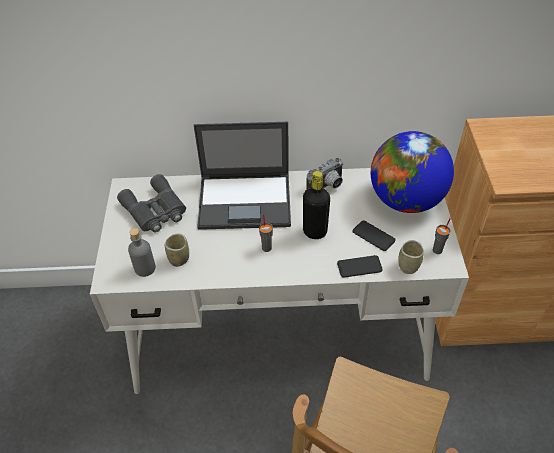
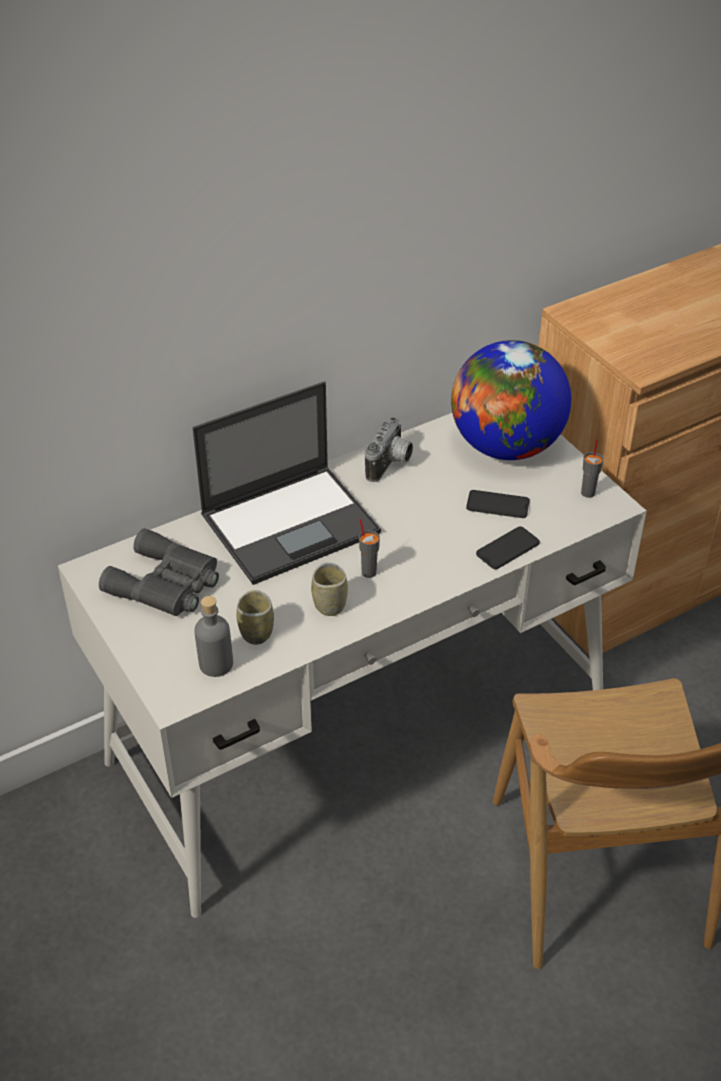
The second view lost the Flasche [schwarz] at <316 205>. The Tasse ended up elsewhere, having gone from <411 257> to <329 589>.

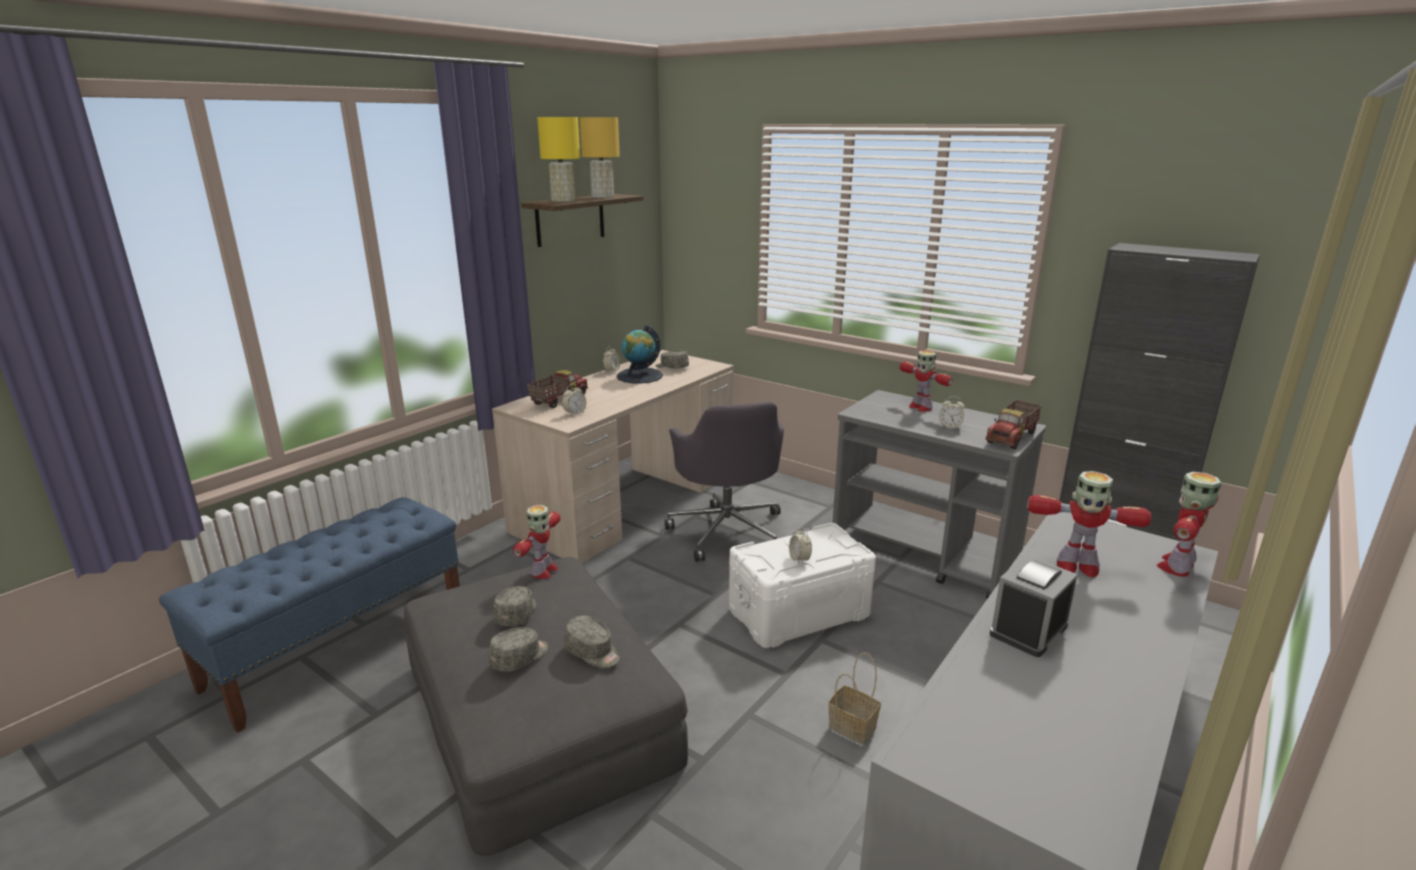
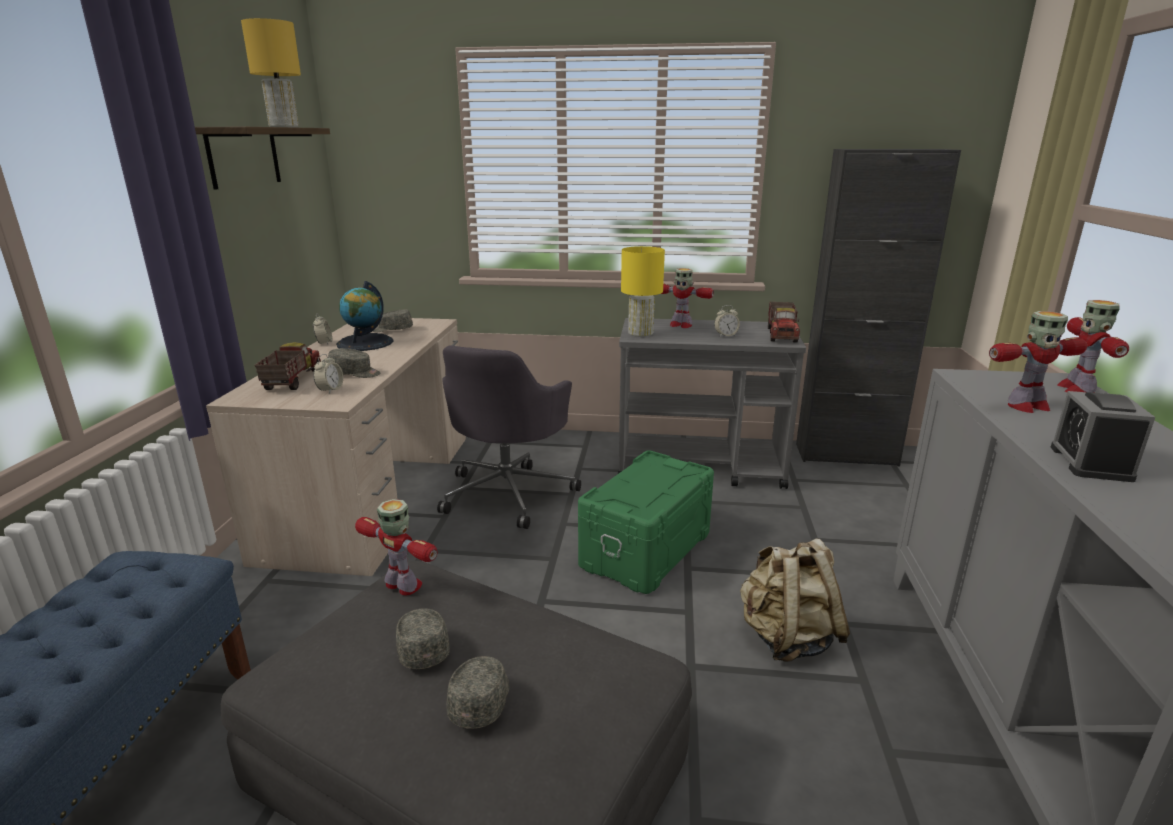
The Spielzeugroboter at <537 542> ended up facing another way, 45 degrees counterclockwise from before. The Tischlampe [gelb] ended up elsewhere, having gone from <558 159> to <643 291>. The Kappe [grau] ended up elsewhere, having gone from <592 642> to <354 363>. The Bürostuhl [grau] at <724 482> ended up facing another way, 60 degrees clockwise from before. What was the Aufbewahrungsbox [weiß] at <802 585> turned into the Aufbewahrungsbox [grün] at <646 522>. The second view lost the Wecker at <800 546>. Where the Korb stood at <854 698>, the Rucksack [beige] came to stand at <795 600>.

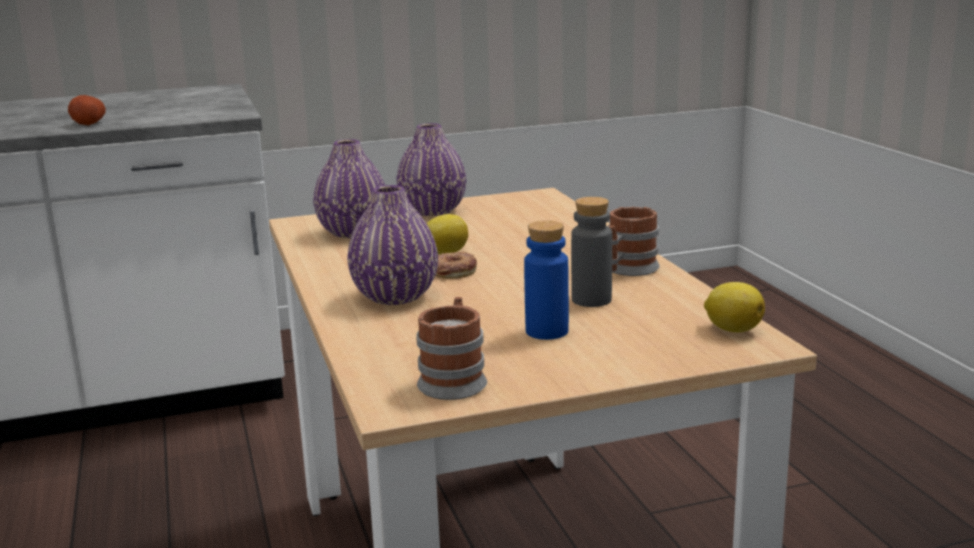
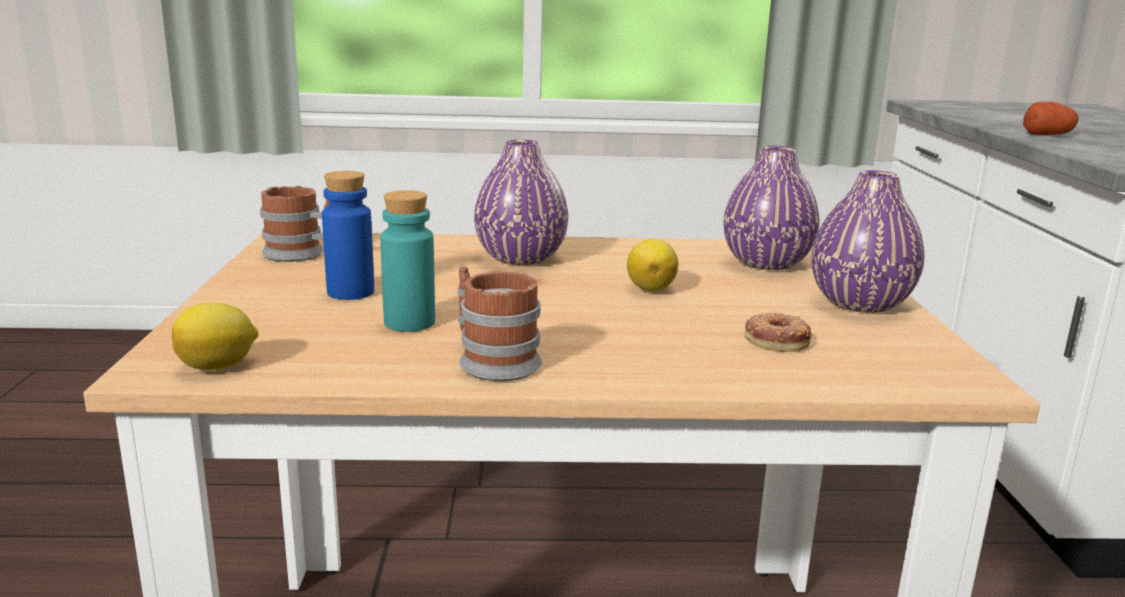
The Donut ended up elsewhere, having gone from <456 265> to <778 332>. What was the Flasche [grau] at <591 252> turned into the Flasche [türkis] at <407 261>.

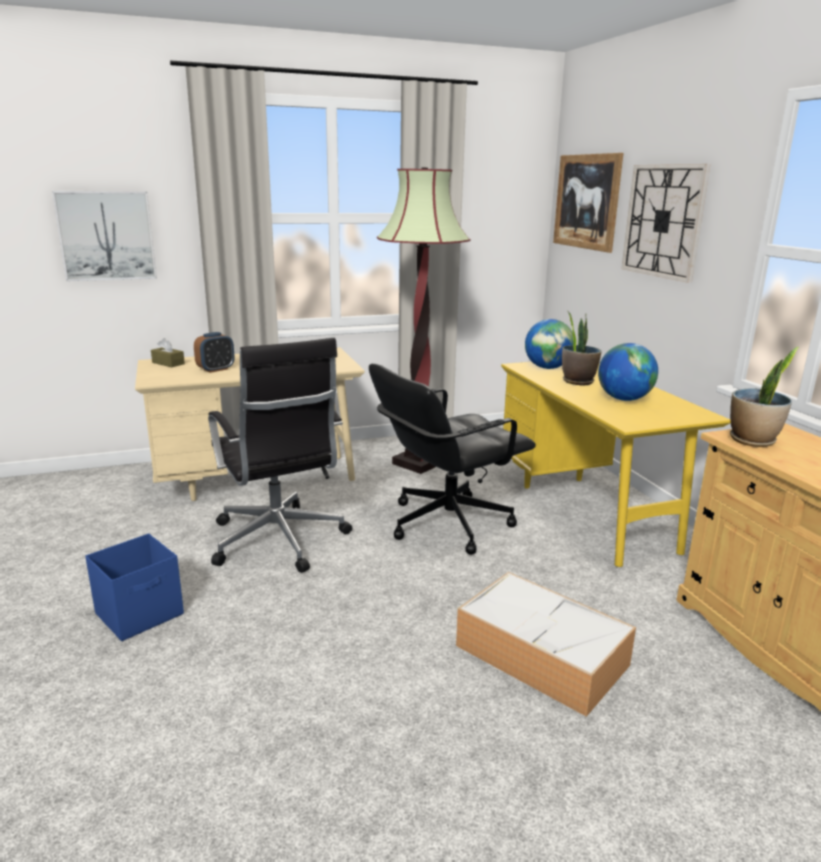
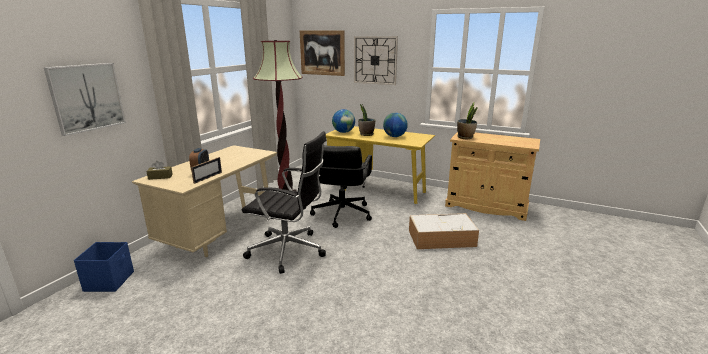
The Aufbewahrungsbox [blau] ended up elsewhere, having gone from <134 587> to <104 267>. The second view gained the Bilderrahmen at <206 170>.

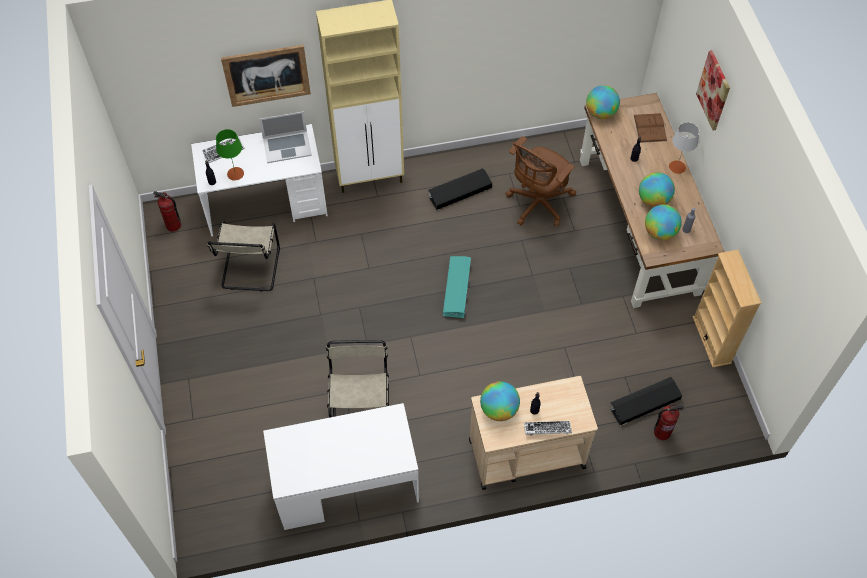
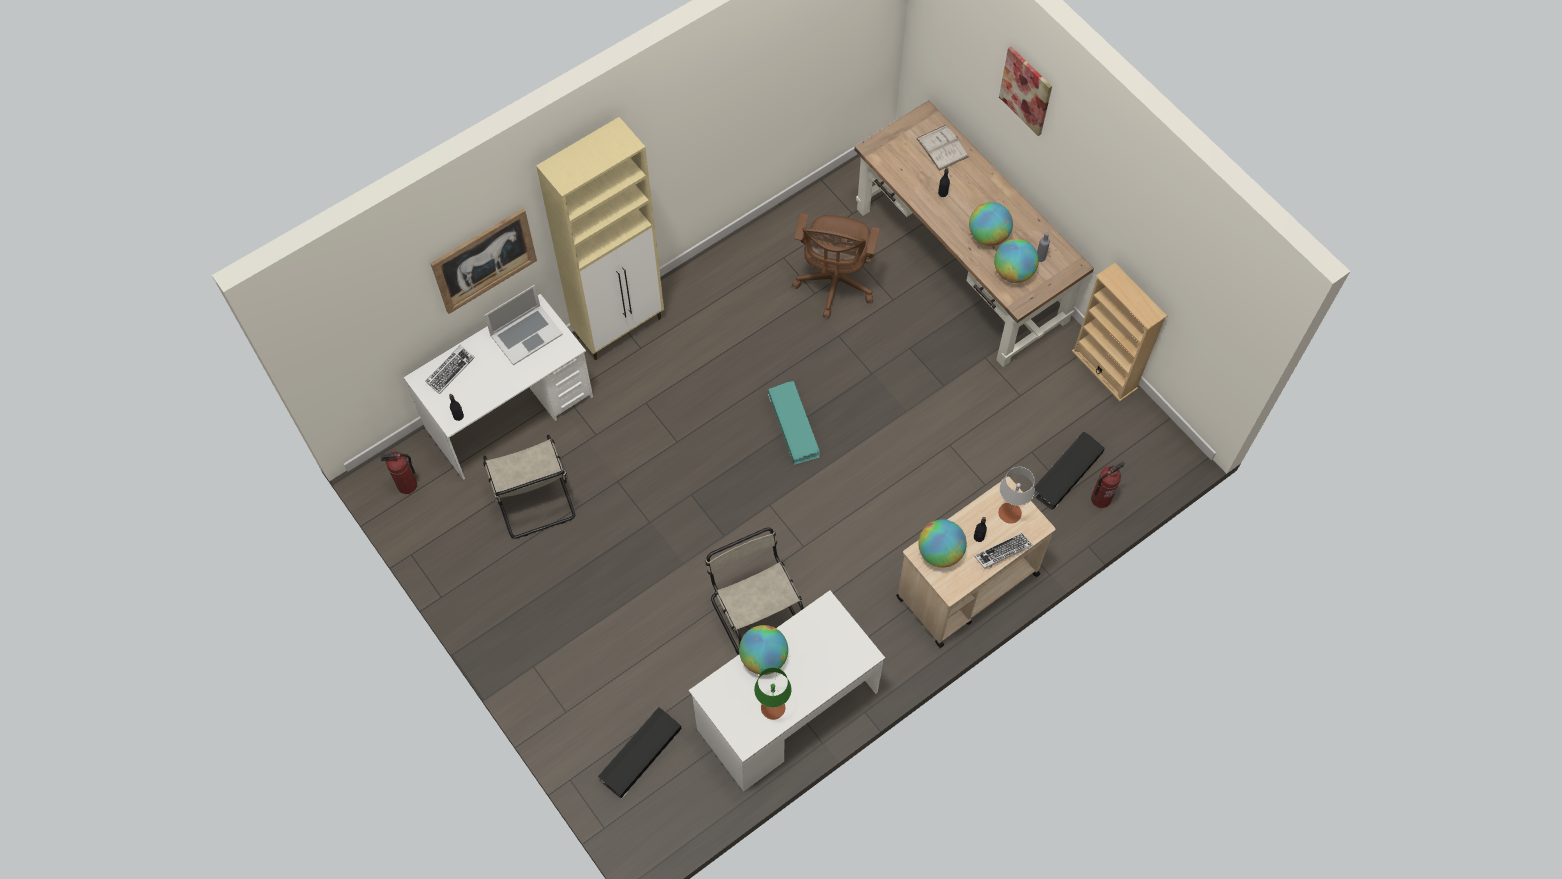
The Tischlampe [grün] ended up elsewhere, having gone from <230 155> to <773 693>. The Aufbewahrungsbox [schwarz] ended up elsewhere, having gone from <460 189> to <639 753>. The Globus ended up elsewhere, having gone from <603 102> to <763 650>. What was the Buch [braun] at <650 128> turned into the Buch [weiß] at <942 148>. The Tischlampe [grau] ended up elsewhere, having gone from <684 148> to <1016 495>.

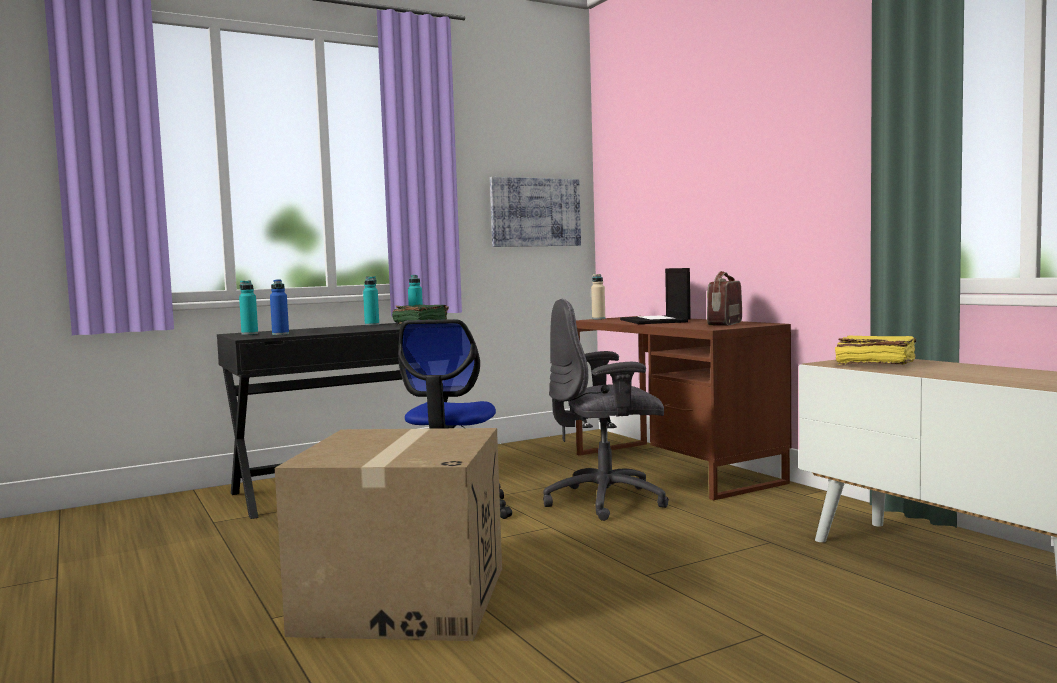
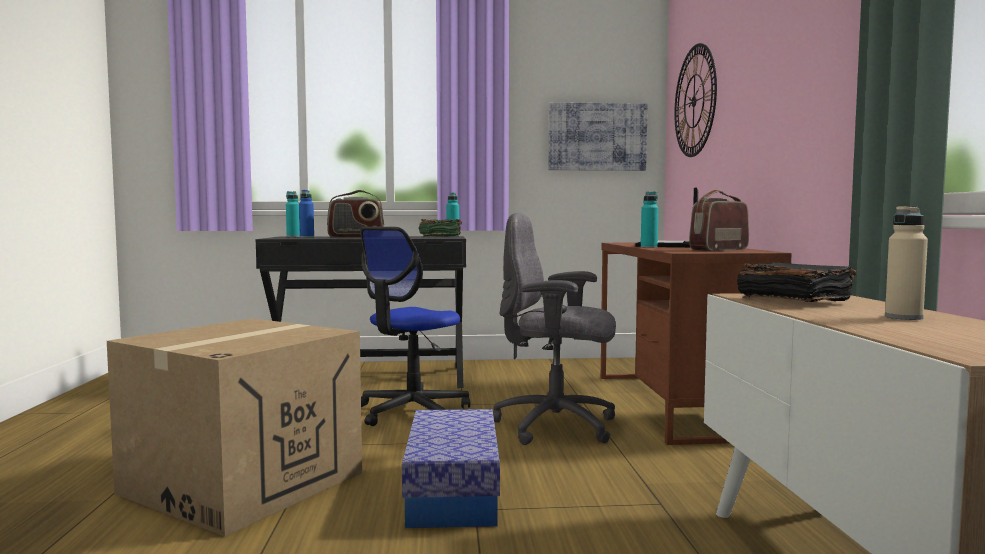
The Flasche [türkis] ended up elsewhere, having gone from <371 300> to <649 219>. The Flasche [beige] ended up elsewhere, having gone from <598 297> to <906 263>. What was the Buch [gelb] at <875 350> turned into the Buch [schwarz] at <797 282>. The second view gained the Radio at <356 214>. The second view gained the Aufbewahrungsbox at <451 468>. The second view gained the Wanduhr at <695 100>.

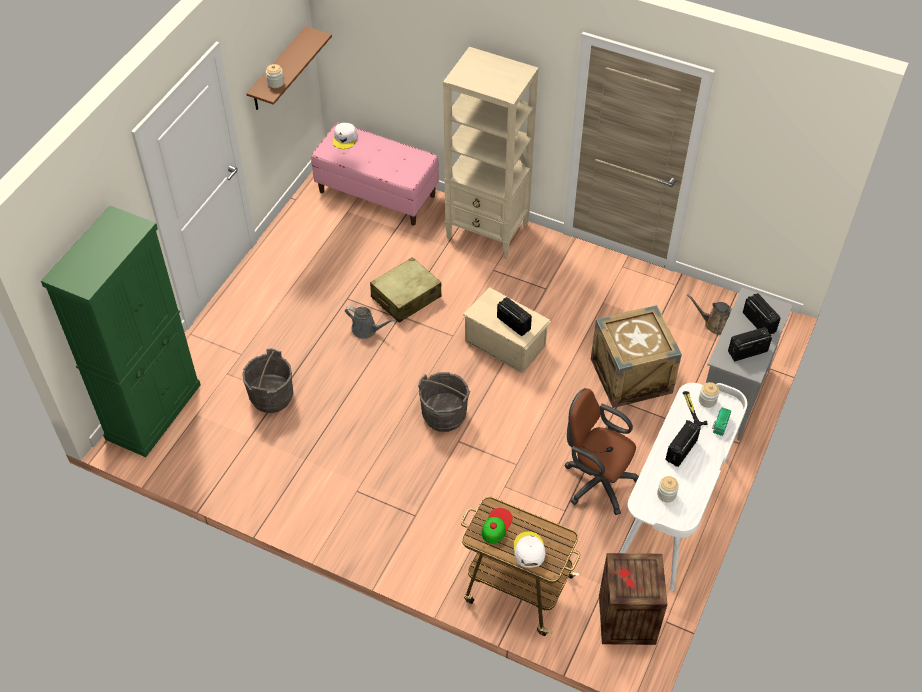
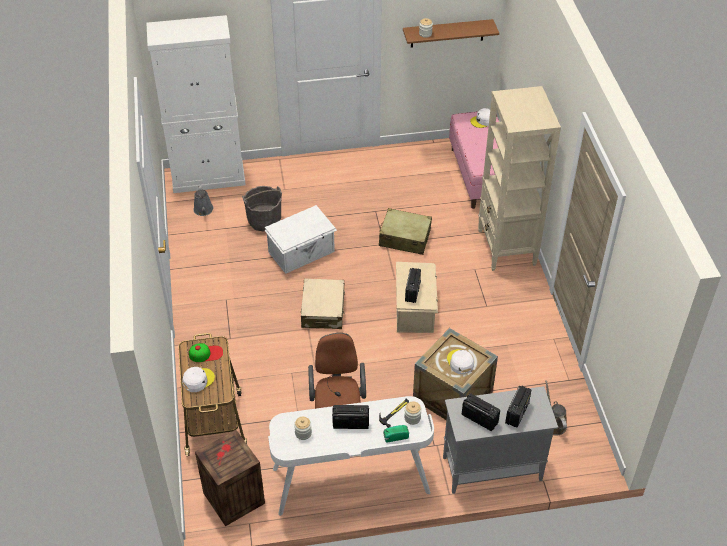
What was the Schrank [grün] at <121 331> turned into the Schrank [weiß] at <196 104>. The Gießkanne [grau] ended up elsewhere, having gone from <370 322> to <203 200>. Where the Eimer [grau] stood at <444 402>, the Koffer [beige] came to stand at <323 304>. The second view gained the Aufbewahrungsbox [weiß] at <300 239>. The second view gained the Kappe [weiß] at <460 361>.

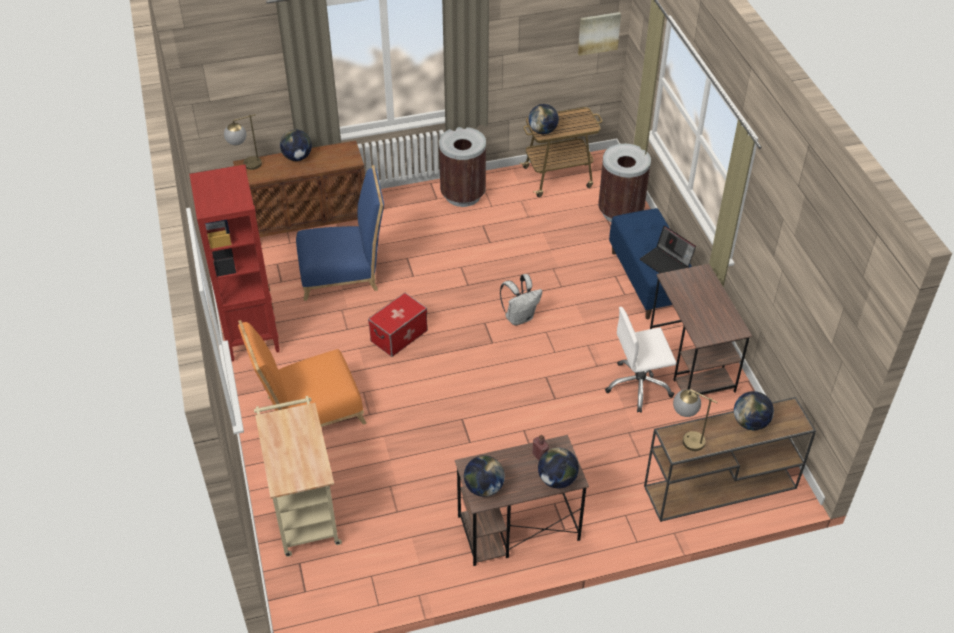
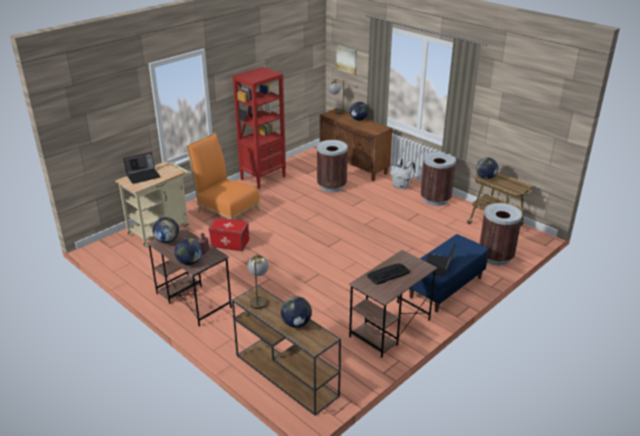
Where the Stuhl [blau] stood at <340 233>, the Mülleimer [braun] came to stand at <332 166>. The Aufbewahrungsbox ended up elsewhere, having gone from <398 325> to <228 234>. The Rucksack [weiß] ended up elsewhere, having gone from <521 300> to <402 174>. The Bild ended up elsewhere, having gone from <599 34> to <346 60>. The second view lost the Bürostuhl [weiß] at <640 360>. The second view gained the Laptop at <142 168>. The second view gained the Tastatur at <388 274>.

